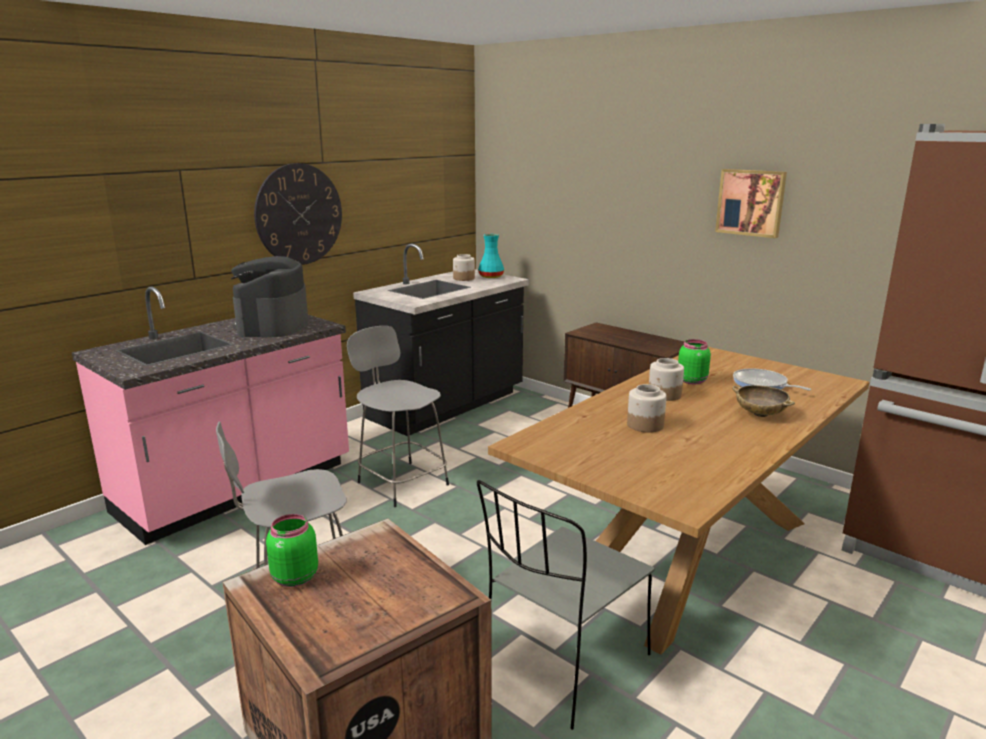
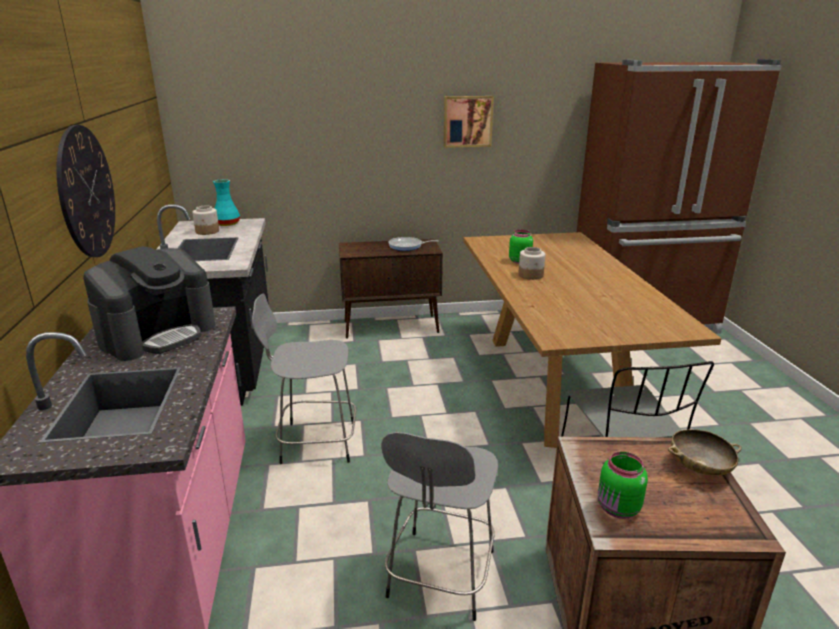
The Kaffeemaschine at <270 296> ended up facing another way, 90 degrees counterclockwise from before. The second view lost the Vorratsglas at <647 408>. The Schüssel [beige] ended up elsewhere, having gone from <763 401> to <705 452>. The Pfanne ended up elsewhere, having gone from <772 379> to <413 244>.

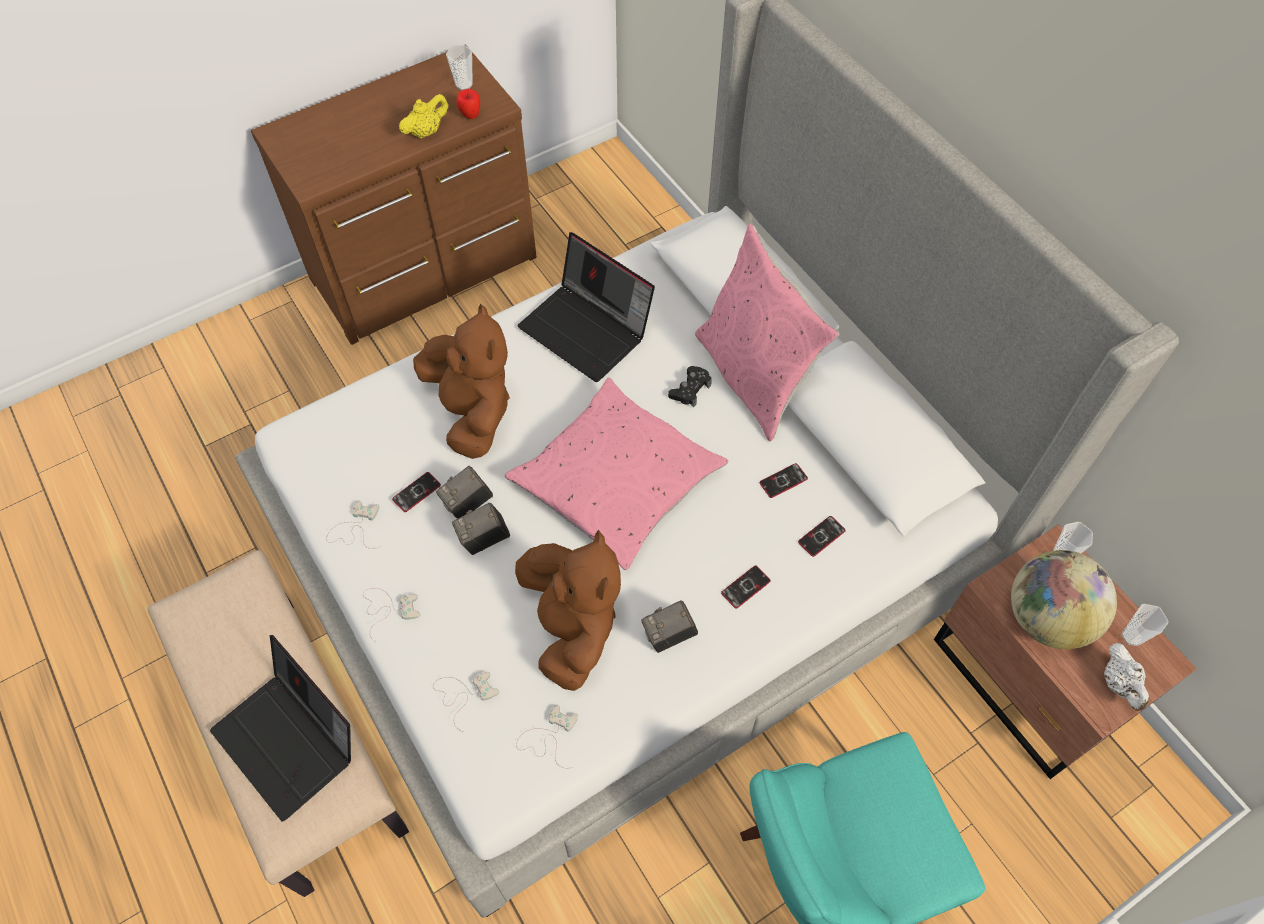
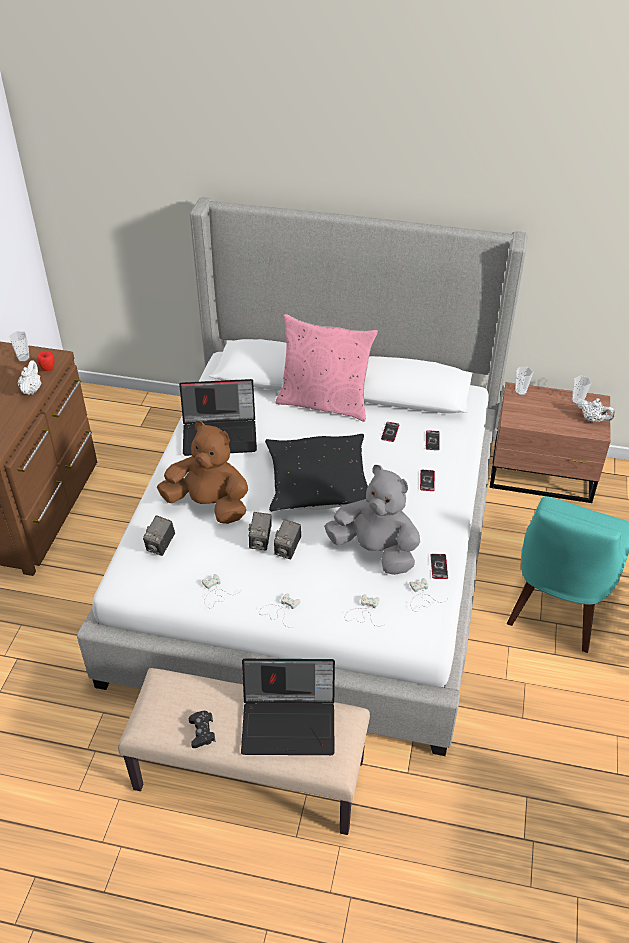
The Handy ended up elsewhere, having gone from <416 492> to <439 566>. What was the Teekanne [gelb] at <424 116> turned into the Teekanne [weiß] at <29 377>. What was the Kissen [rosa] at <616 474> turned into the Kissen [schwarz] at <316 473>. What was the Plüschtier [braun] at <568 610> turned into the Plüschtier [grau] at <372 520>. The Kamera ended up elsewhere, having gone from <669 626> to <159 535>. The Gamepad [schwarz] ended up elsewhere, having gone from <690 387> to <202 729>. The second view lost the Globus at <1064 599>.

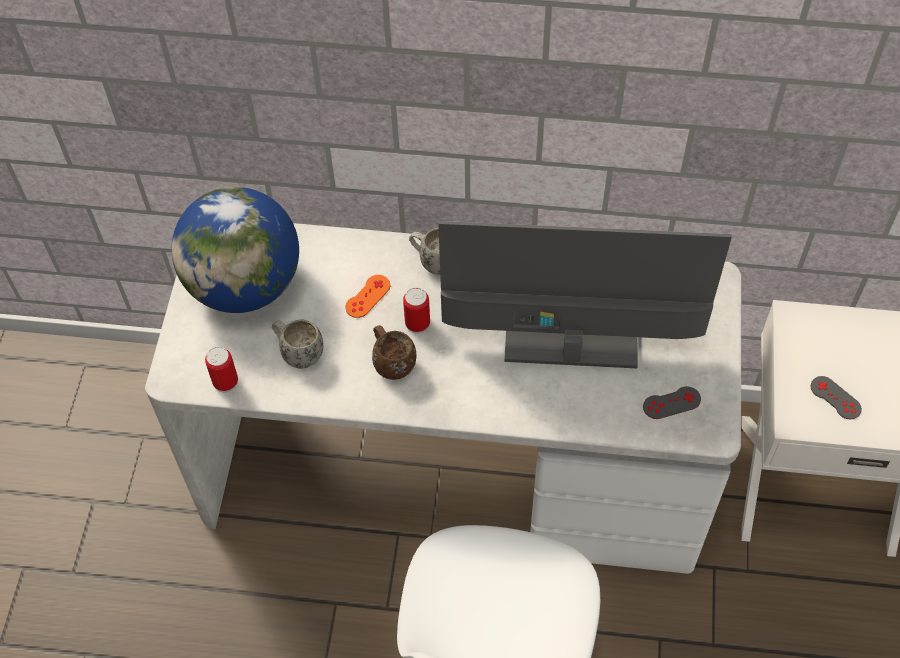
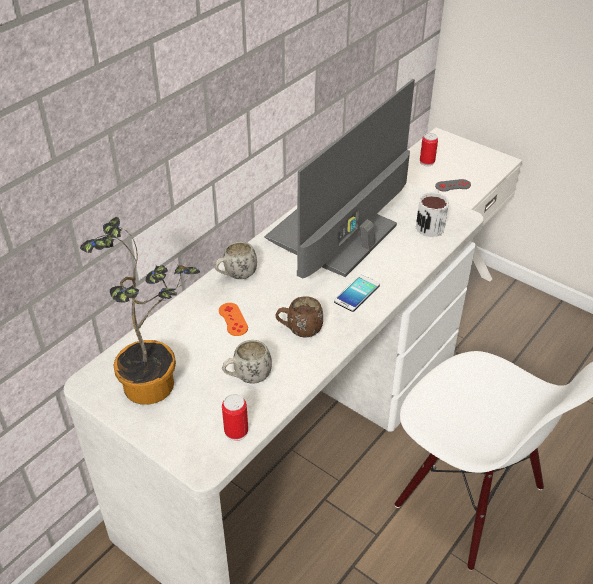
Where the Globus stood at <235 250>, the Topfpflanze came to stand at <140 311>. The Dose ended up elsewhere, having gone from <416 310> to <429 149>. Where the Gamepad [grau] stood at <672 402>, the Henkelbecher came to stand at <432 213>. The second view gained the Handy at <357 293>.

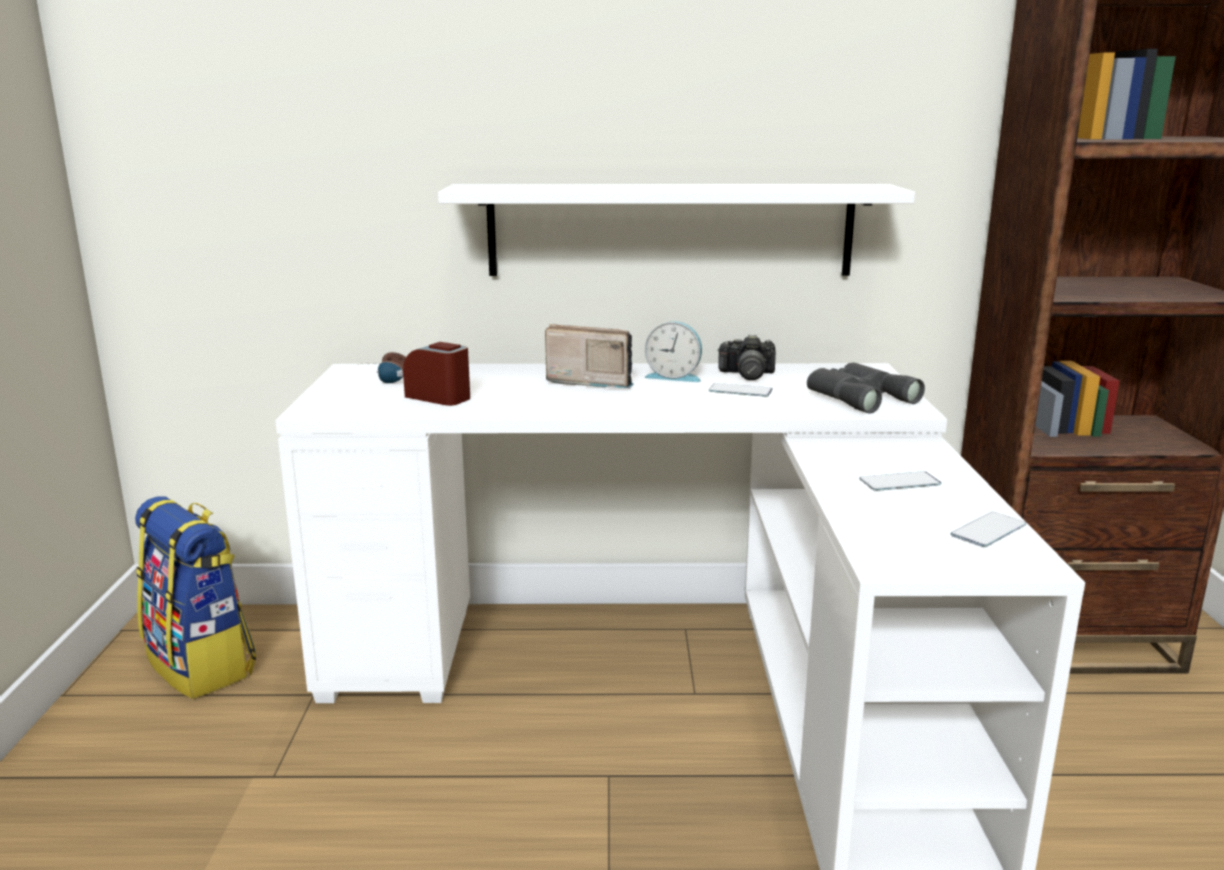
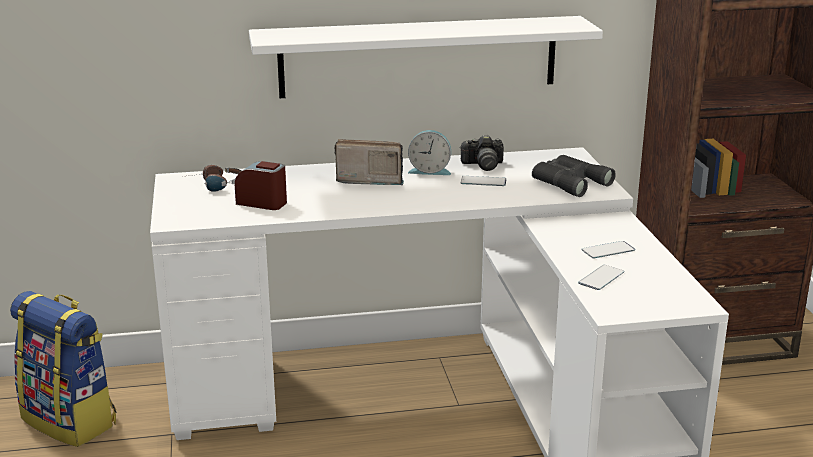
The Handy ended up elsewhere, having gone from <988 529> to <601 277>.

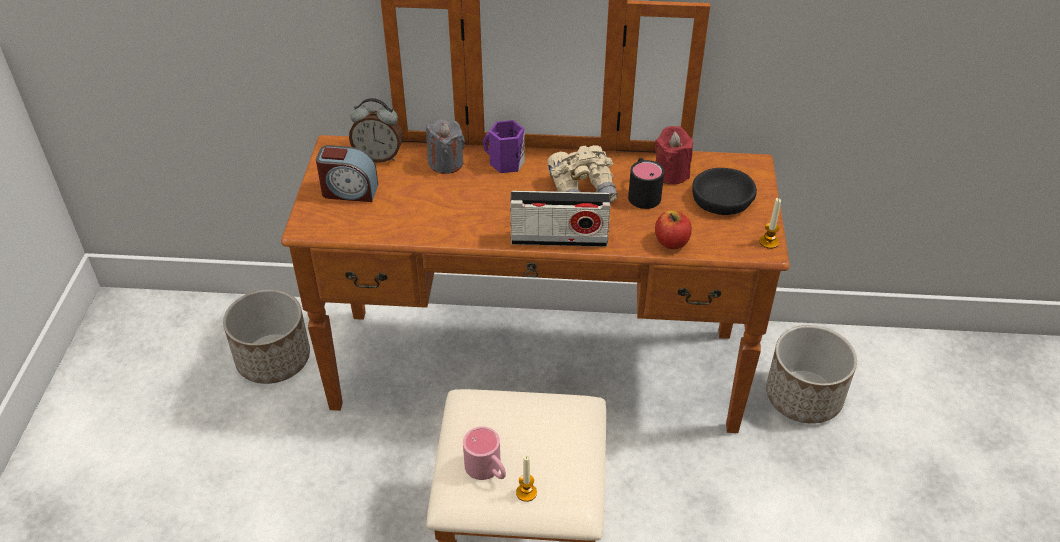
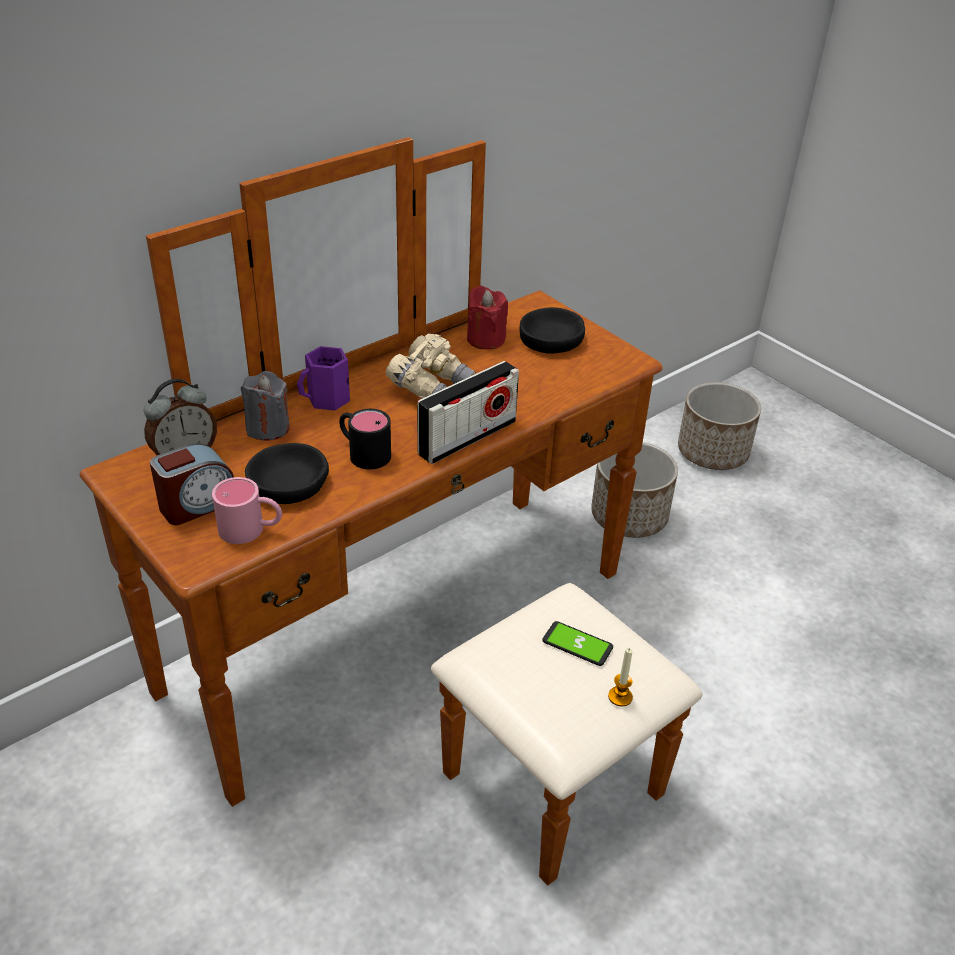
The Pflanzkübel ended up elsewhere, having gone from <266 336> to <719 426>. The Henkelbecher [rosa] ended up elsewhere, having gone from <484 453> to <247 510>. The Henkelbecher [schwarz] ended up elsewhere, having gone from <646 183> to <365 439>. The second view lost the Apfel at <673 229>. The second view lost the Kerze at <770 223>. The second view gained the Schüssel [schwarz] at <287 473>. The second view gained the Handy at <577 643>.

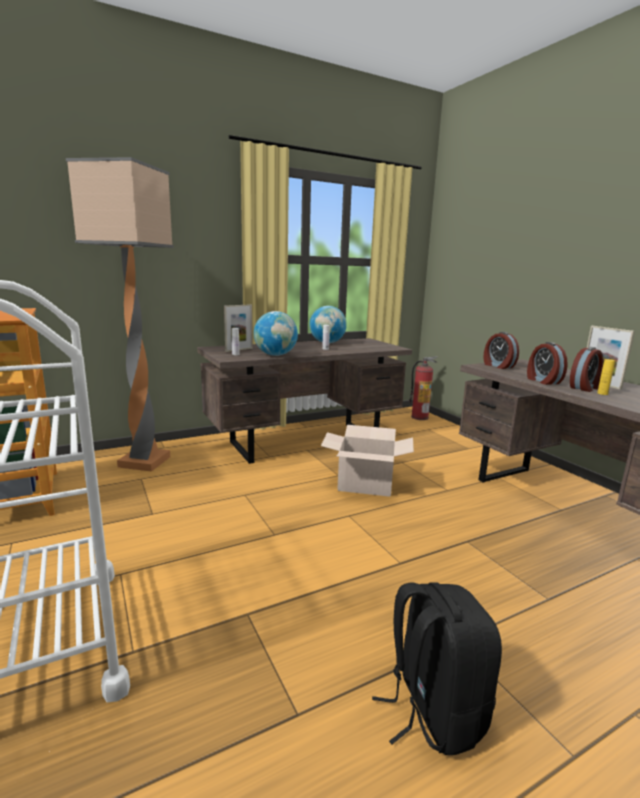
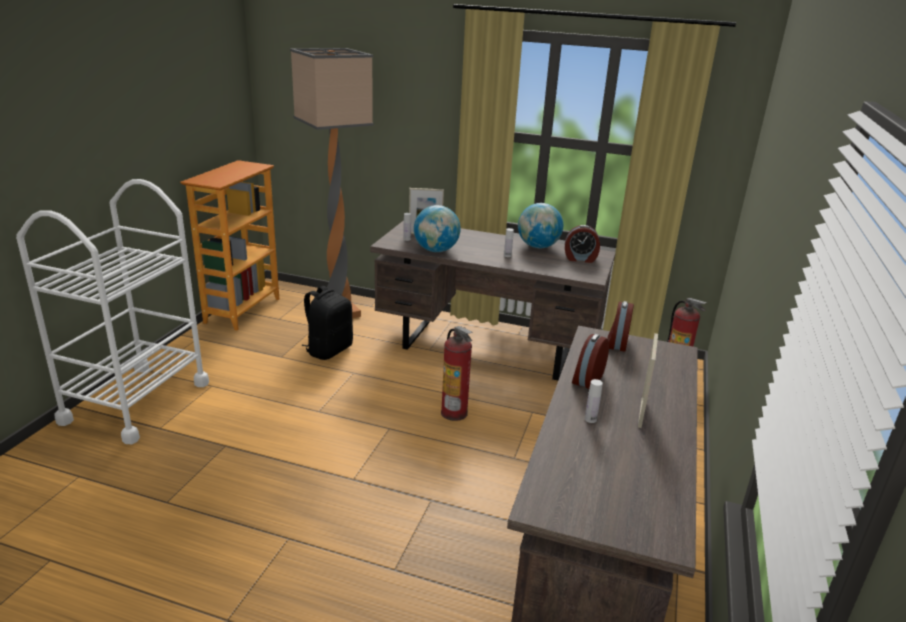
Where the Karton stood at <367 461>, the Feuerlöscher came to stand at <457 373>. The Rucksack [schwarz] ended up elsewhere, having gone from <437 669> to <327 323>. The Wecker ended up elsewhere, having gone from <586 369> to <582 244>. What was the Flasche [gelb] at <606 377> turned into the Flasche [weiß] at <594 401>.

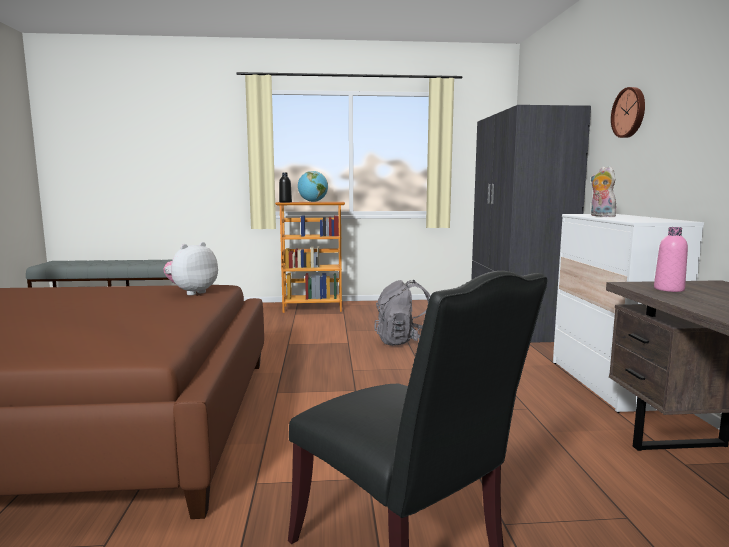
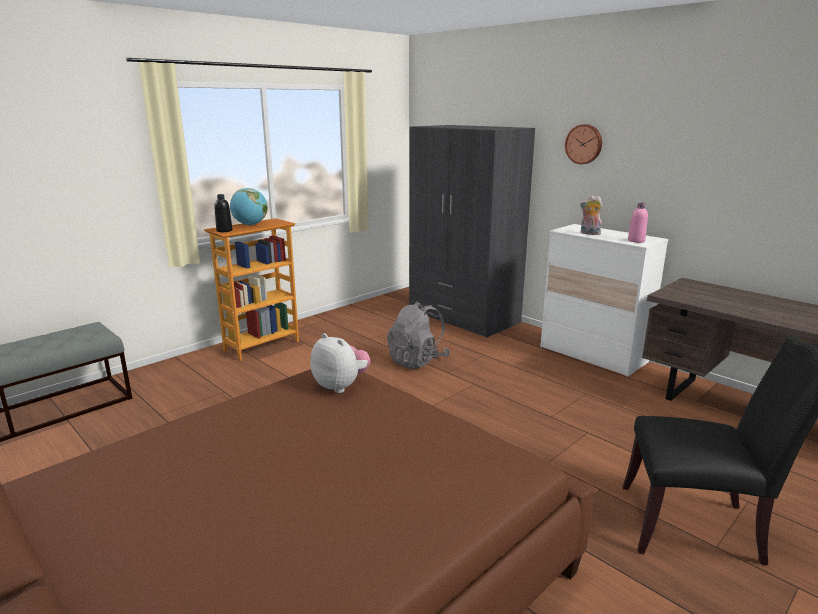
The Plüschtier at <190 268> ended up facing another way, 135 degrees clockwise from before. The Flasche [rosa] ended up elsewhere, having gone from <671 259> to <638 223>.

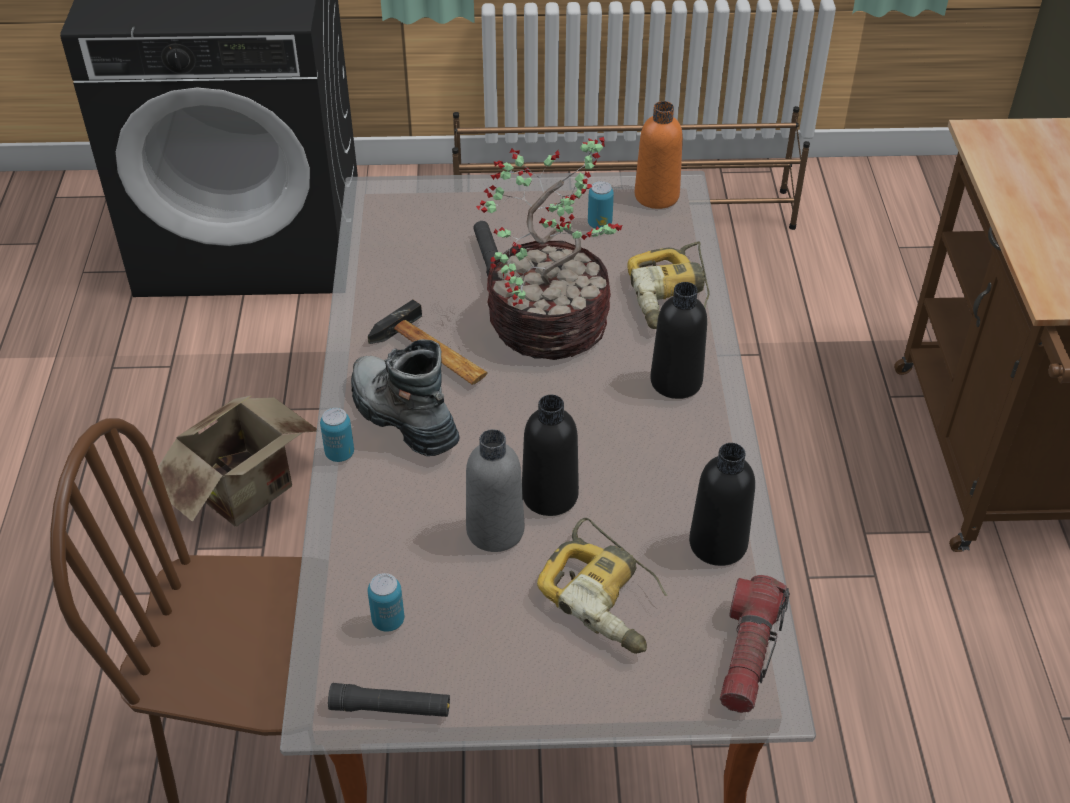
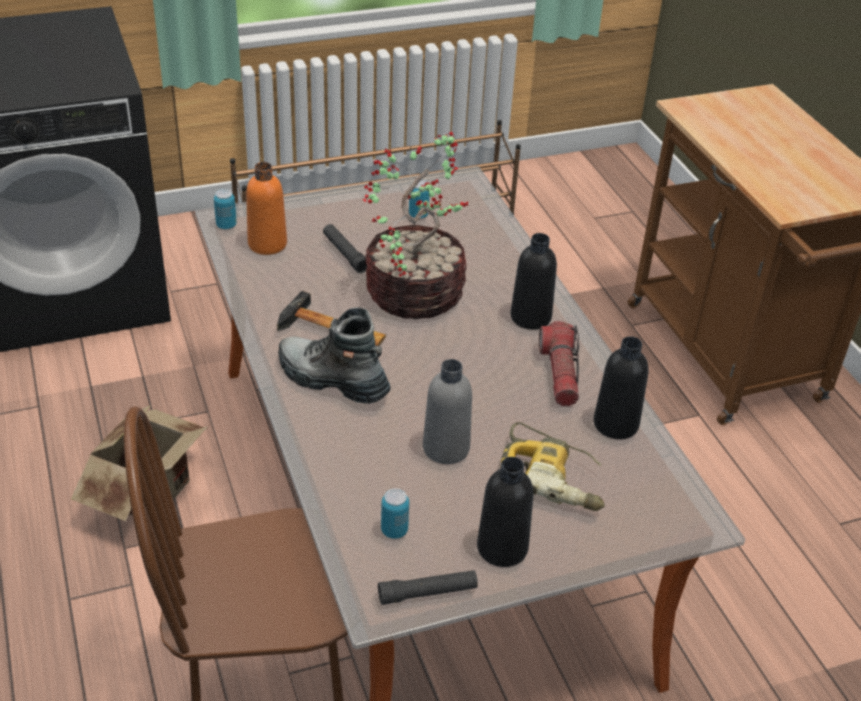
The Dose ended up elsewhere, having gone from <337 435> to <225 209>. The Flasche [schwarz] ended up elsewhere, having gone from <550 455> to <505 512>. The second view lost the Bohrmaschine at <668 285>. The Flasche [orange] ended up elsewhere, having gone from <659 155> to <266 208>. The Taschenlampe ended up elsewhere, having gone from <755 644> to <559 363>.

